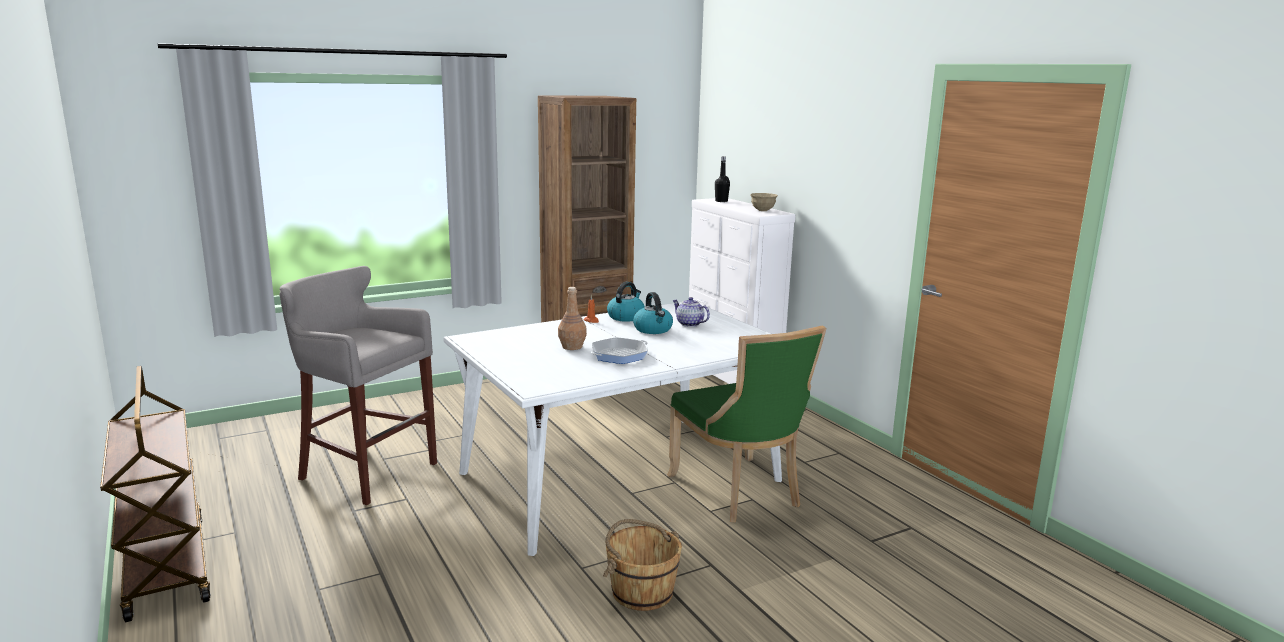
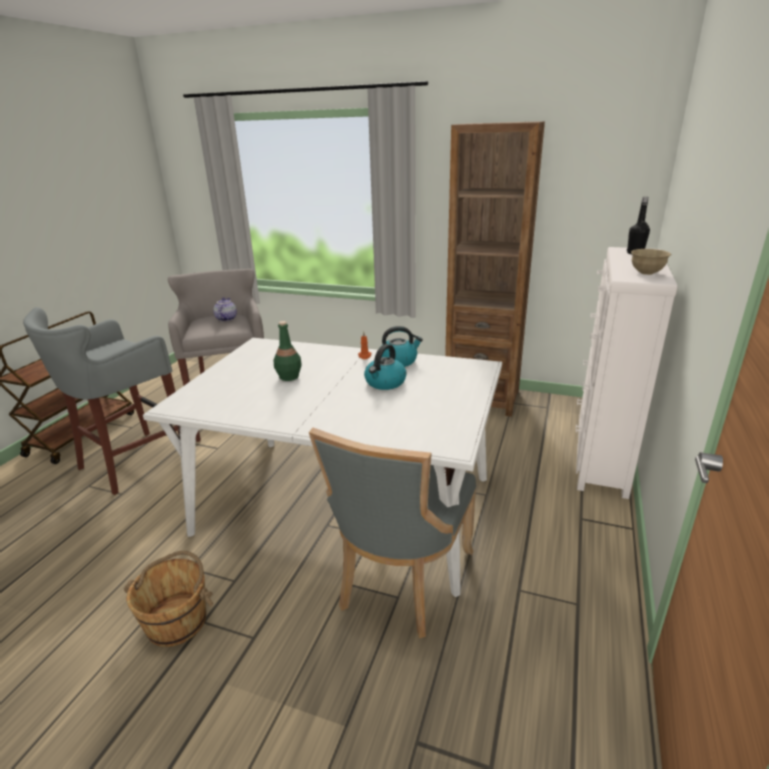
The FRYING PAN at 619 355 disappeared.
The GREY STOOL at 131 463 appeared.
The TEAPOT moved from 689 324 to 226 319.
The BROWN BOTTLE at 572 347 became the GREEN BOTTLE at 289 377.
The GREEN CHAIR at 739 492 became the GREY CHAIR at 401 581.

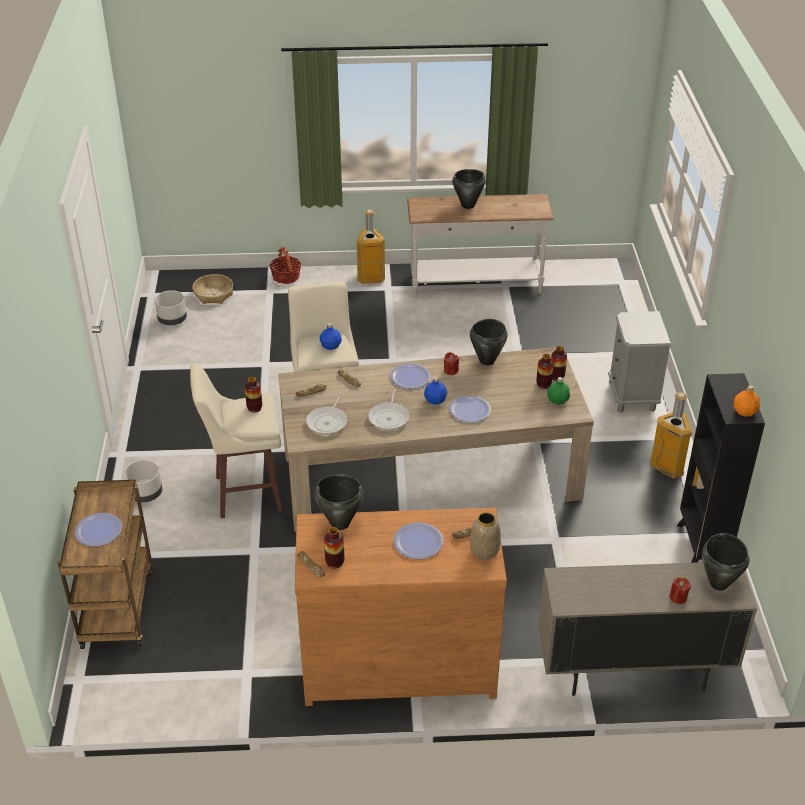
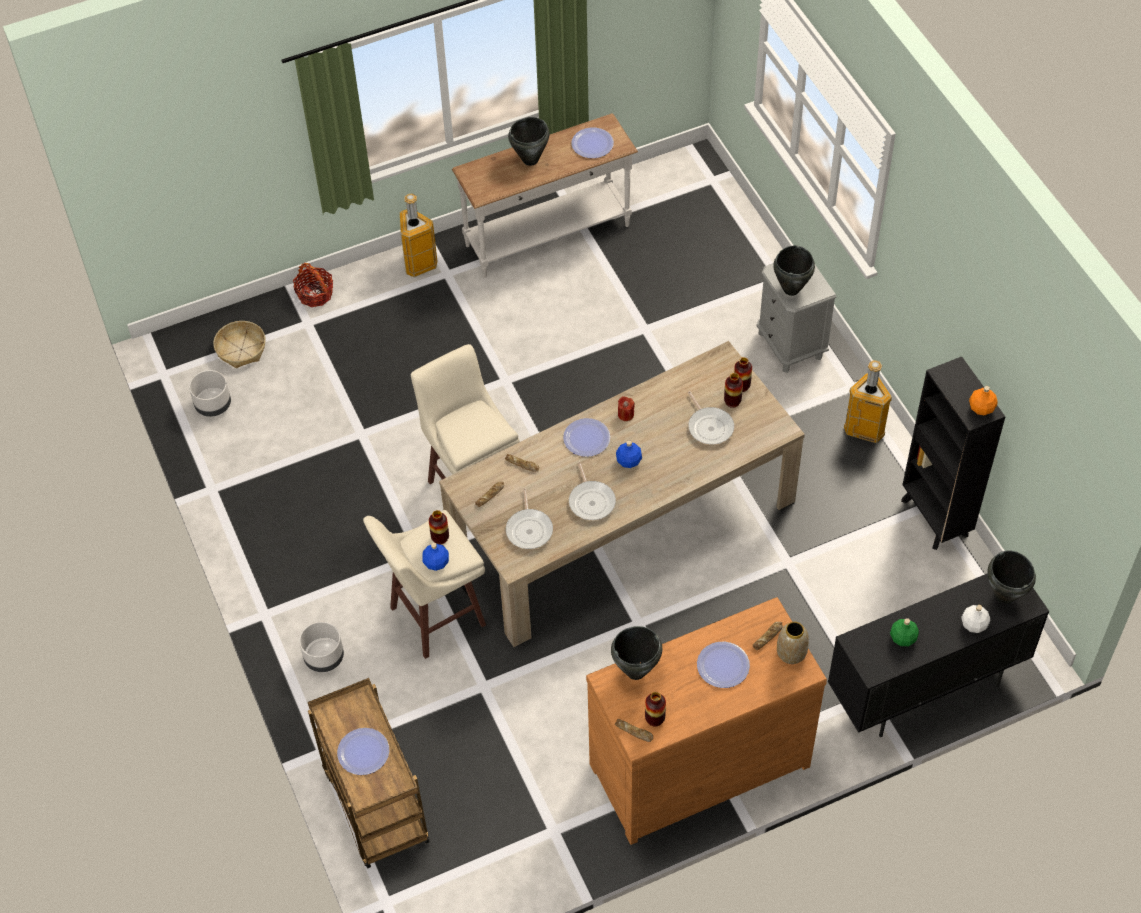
The FRYING PAN at 709 426 appeared.
The BLUE BOTTLE moved from 330 346 to 436 562.
The PLATE moved from 469 410 to 592 144.
The BLACK COOKING POT moved from 486 361 to 791 289.
The GREEN BOTTLE moved from 558 400 to 903 638.
The RED CANDLE at 678 597 was replaced by the WHITE BOTTLE at 974 625.
The BEIGE CABINET at 632 671 became the BLACK CABINET at 925 689.

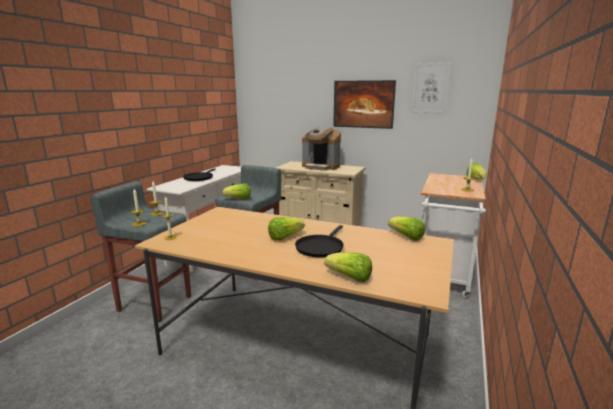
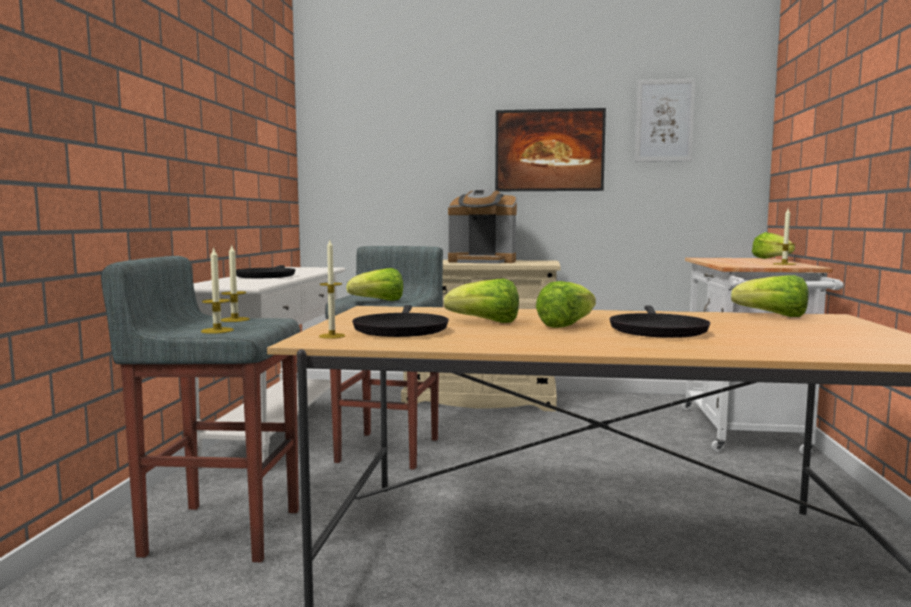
The BLACK FRYING PAN at 400 329 appeared.
The LETTUCE moved from 349 278 to 486 322.

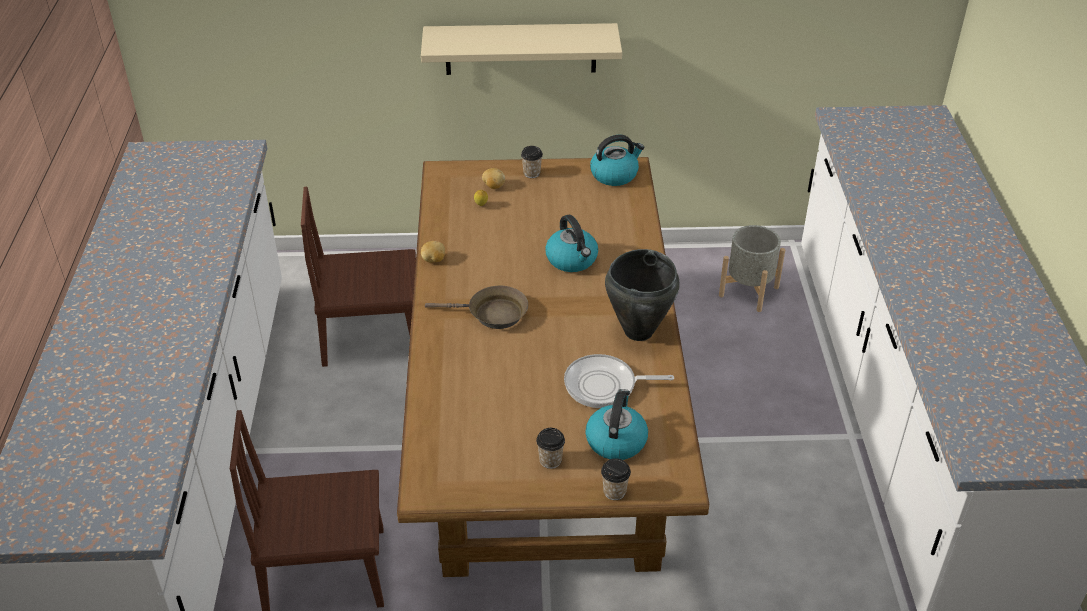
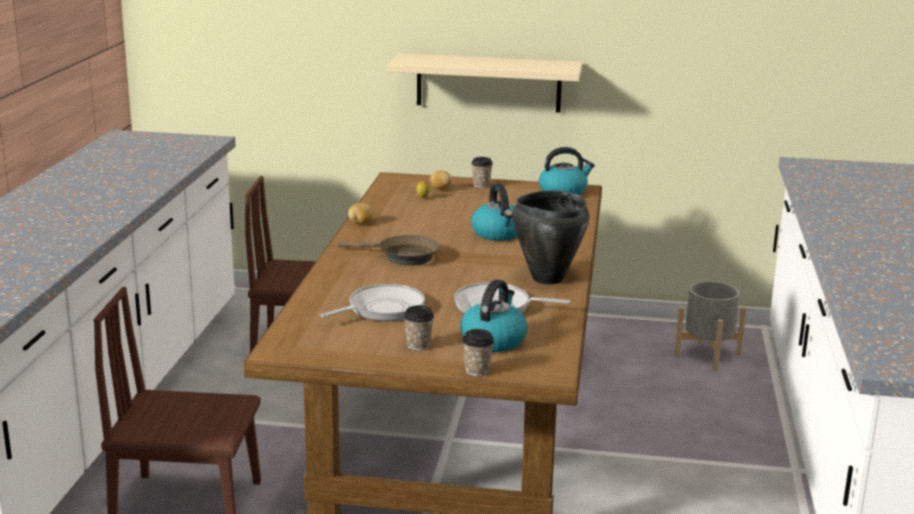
The FRYING PAN at 382 309 appeared.

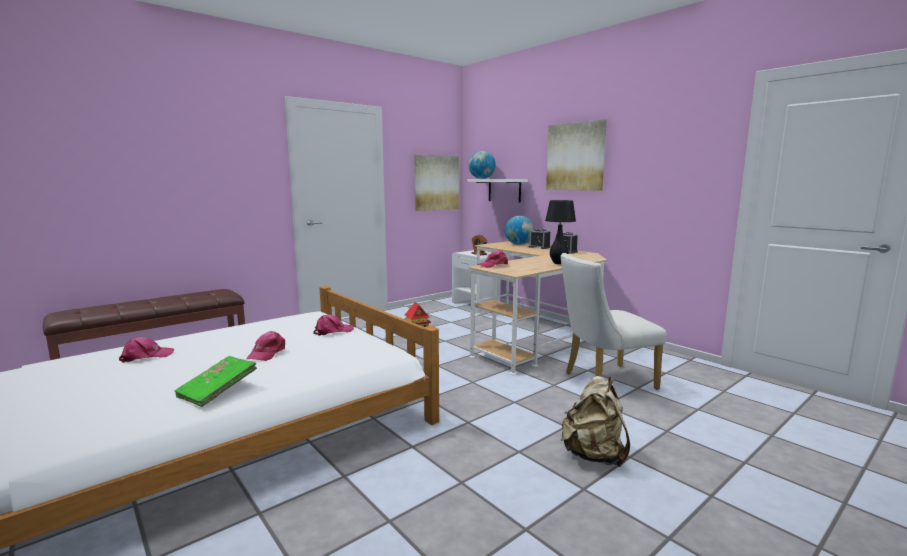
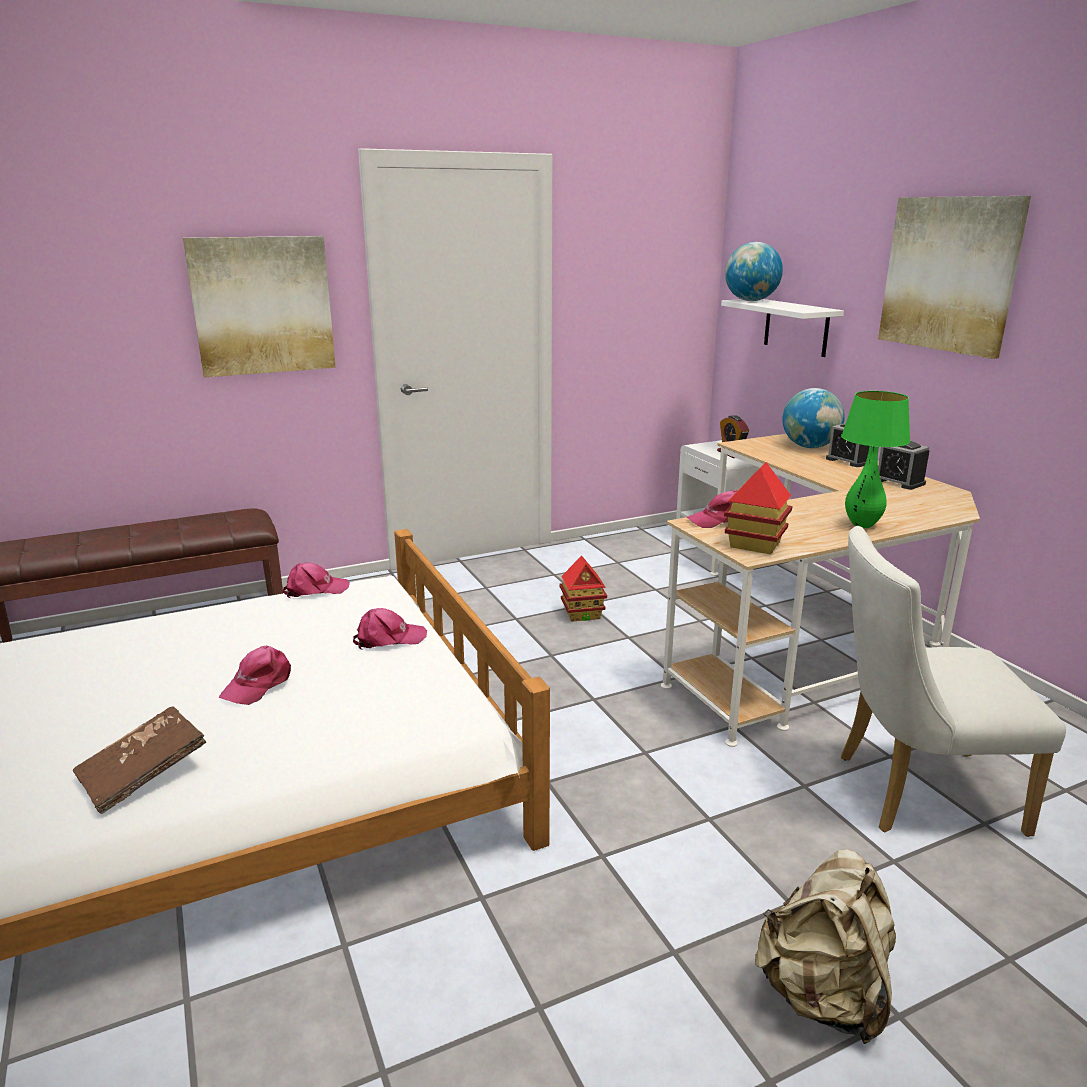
The TOY HOUSE at 754 544 appeared.
The PINK CAP moved from 146 356 to 315 589.
The PICTURE moved from 436 183 to 262 305.
The GREEN BOOK at 217 391 became the BROWN BOOK at 143 774.
The BLACK TABLE LAMP at 558 263 became the GREEN TABLE LAMP at 862 525.

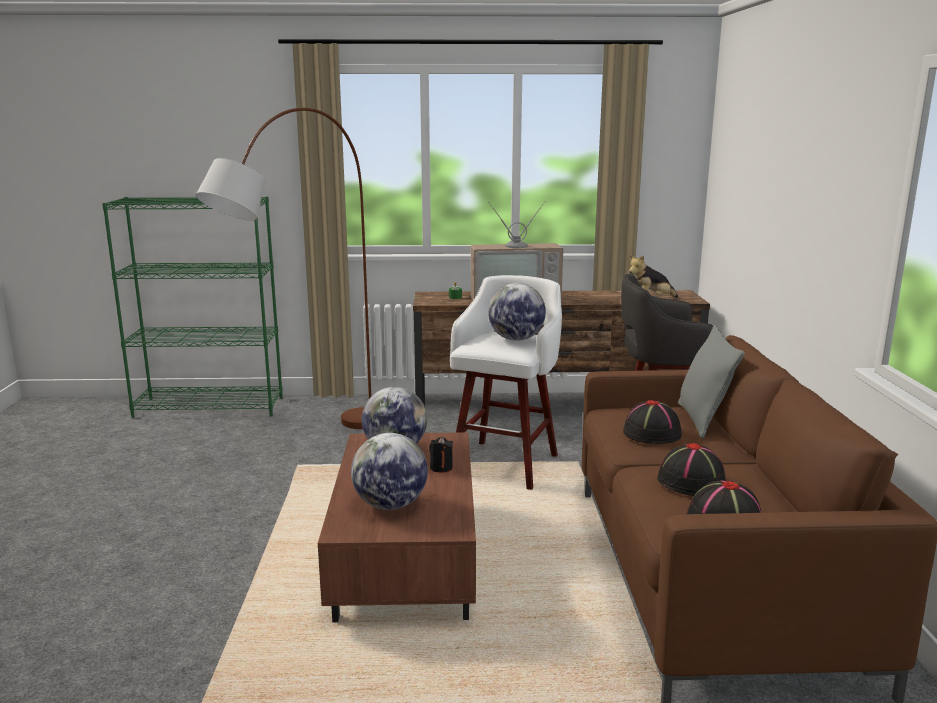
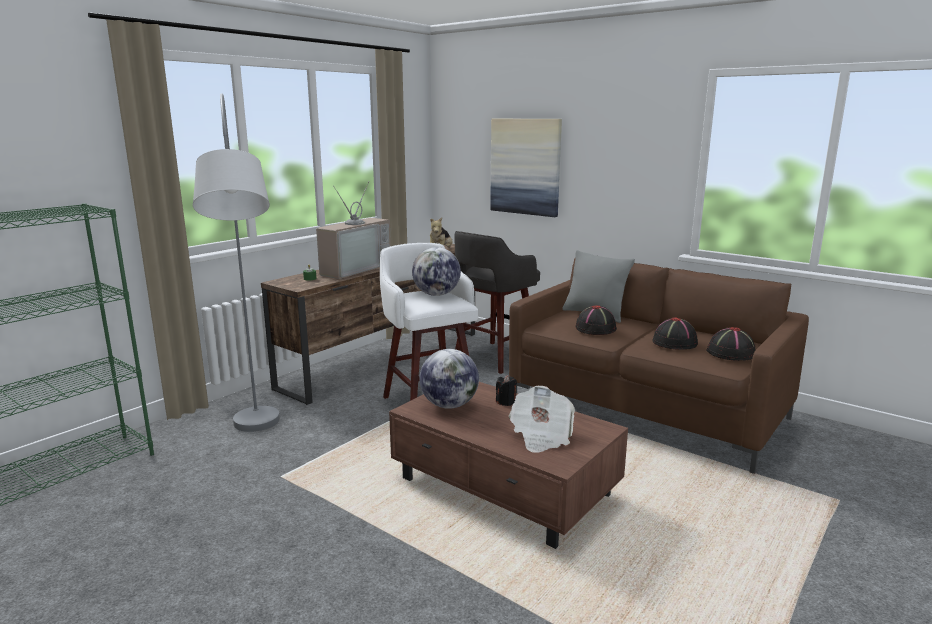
The PICTURE at 525 166 appeared.
The GLOBE at 390 505 was replaced by the NEWSPAPER at 541 436.
The BROWN FLOOR LAMP at 308 449 became the GREY FLOOR LAMP at 260 462.

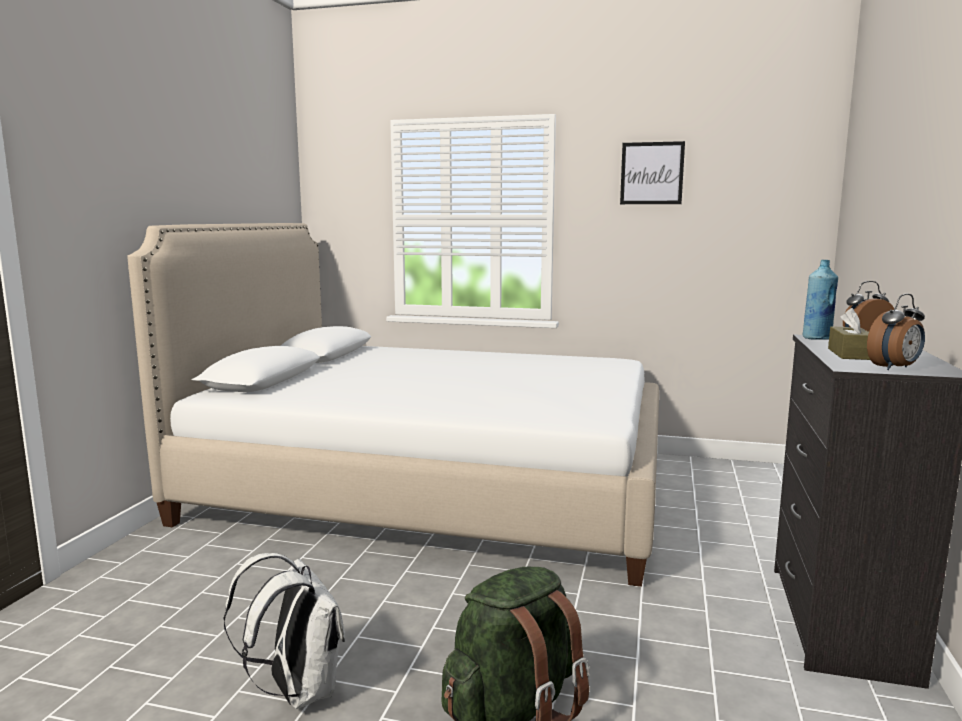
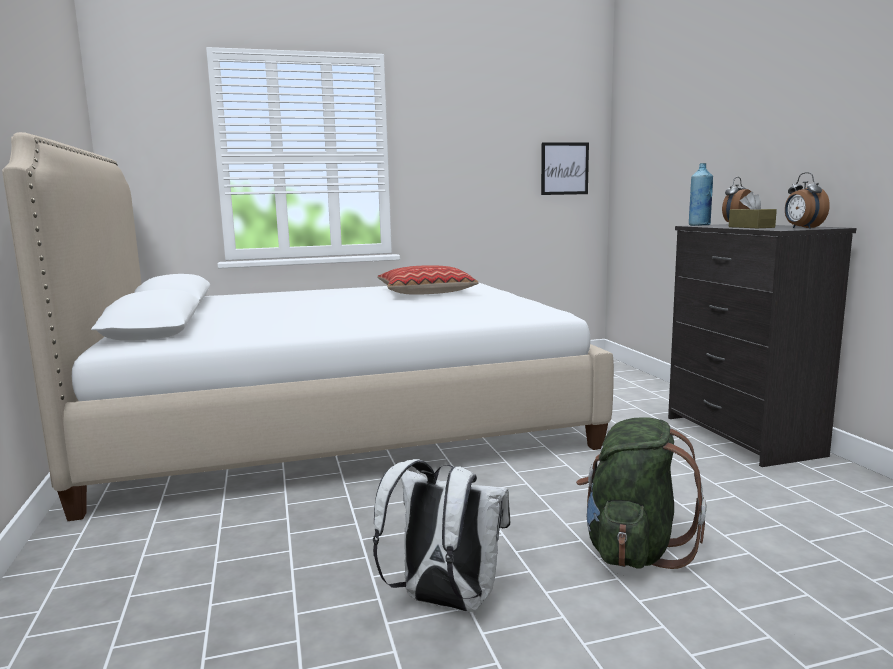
The PILLOW at 425 293 appeared.
The PICTURE moved from 652 173 to 564 168.
The ALARM CLOCK at 895 368 turned 135 degrees clockwise.

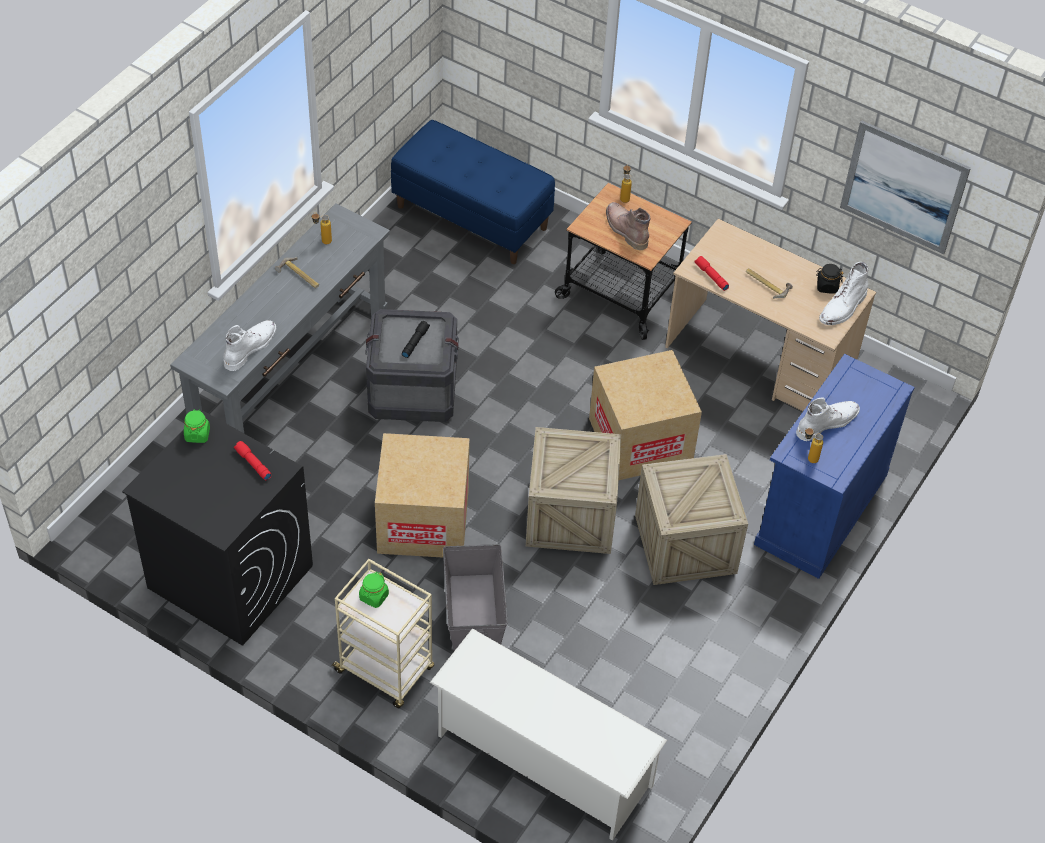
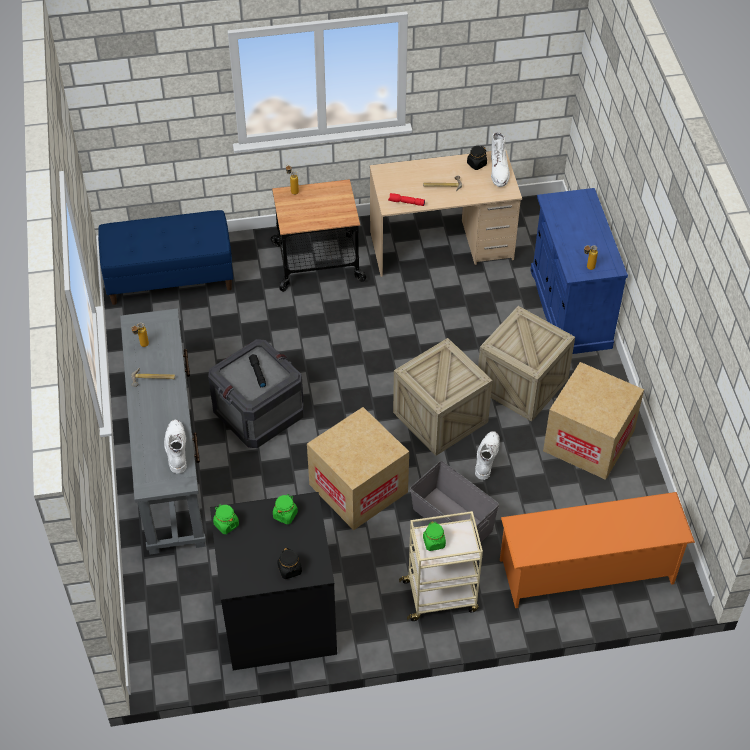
The BROWN BOOT at 625 229 disappeared.
The PICTURE at 903 187 disappeared.
The BLACK JAR at 290 569 appeared.
The CARDBOARD BOX moved from 640 441 to 588 441.
The WHITE BOOT moved from 826 422 to 486 457.
The RED FLASHLIGHT at 252 464 was replaced by the GREEN JAR at 285 515.
The WHITE SHOE RACK at 542 760 became the ORANGE SHOE RACK at 587 572.

